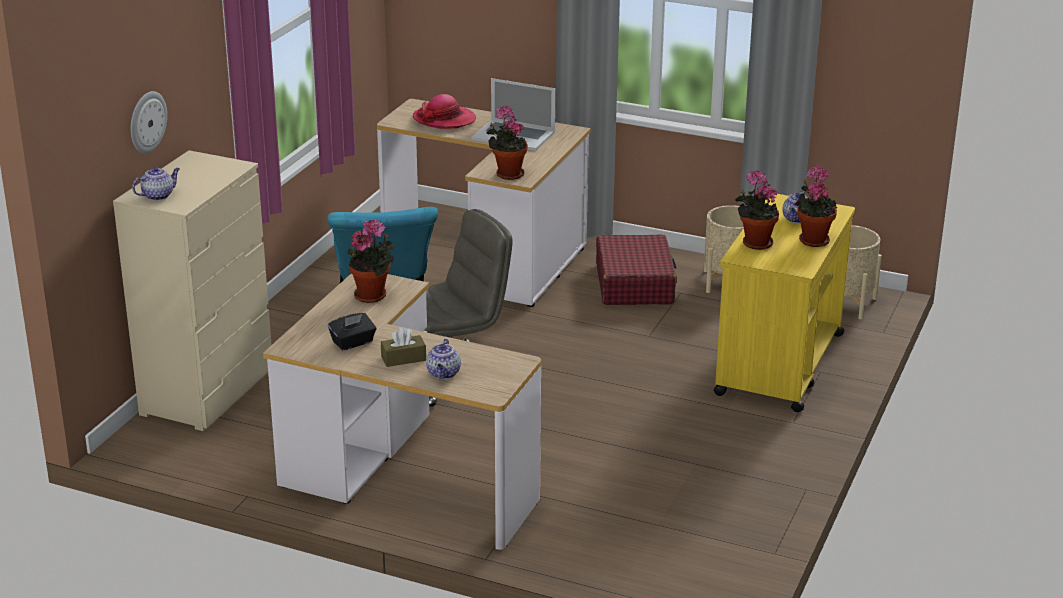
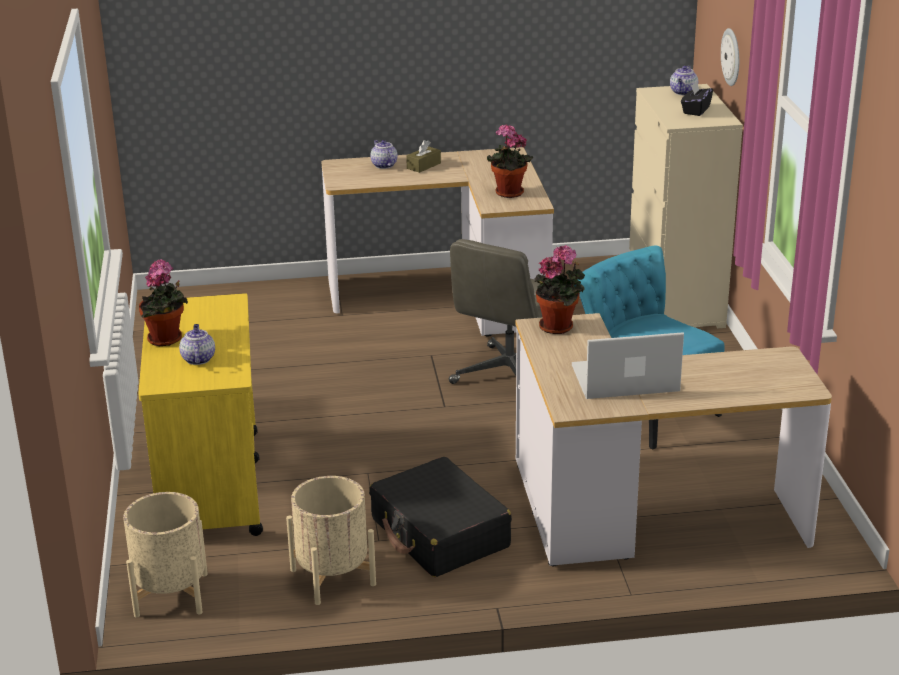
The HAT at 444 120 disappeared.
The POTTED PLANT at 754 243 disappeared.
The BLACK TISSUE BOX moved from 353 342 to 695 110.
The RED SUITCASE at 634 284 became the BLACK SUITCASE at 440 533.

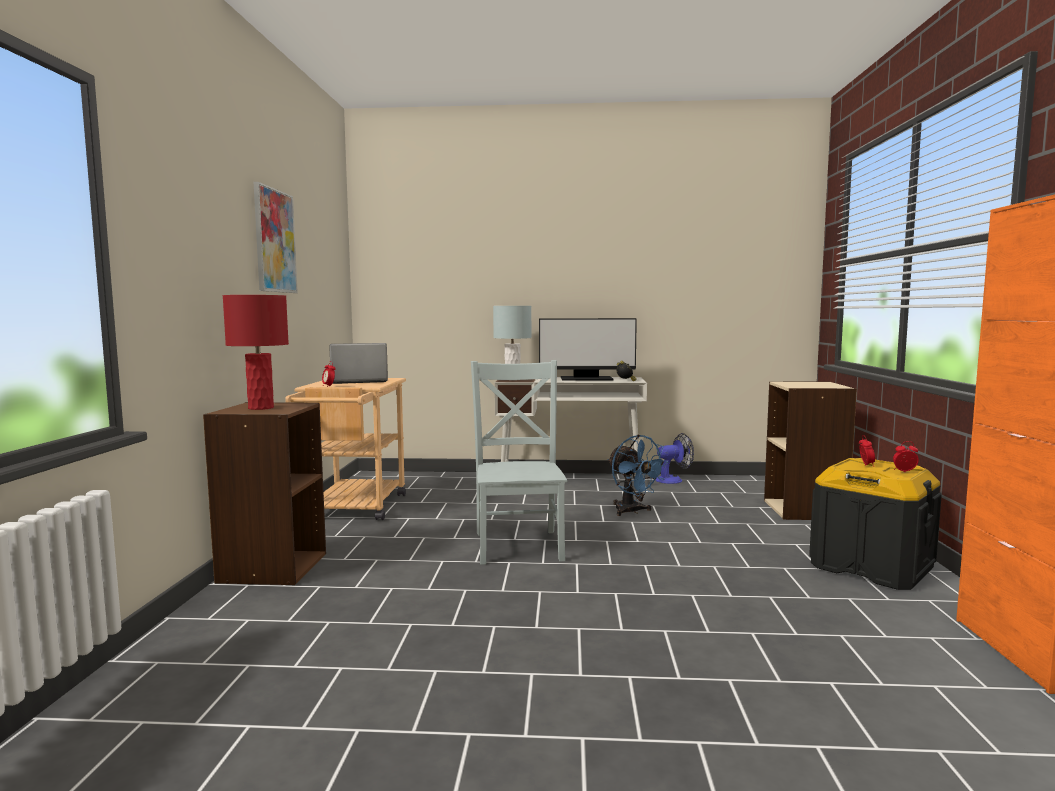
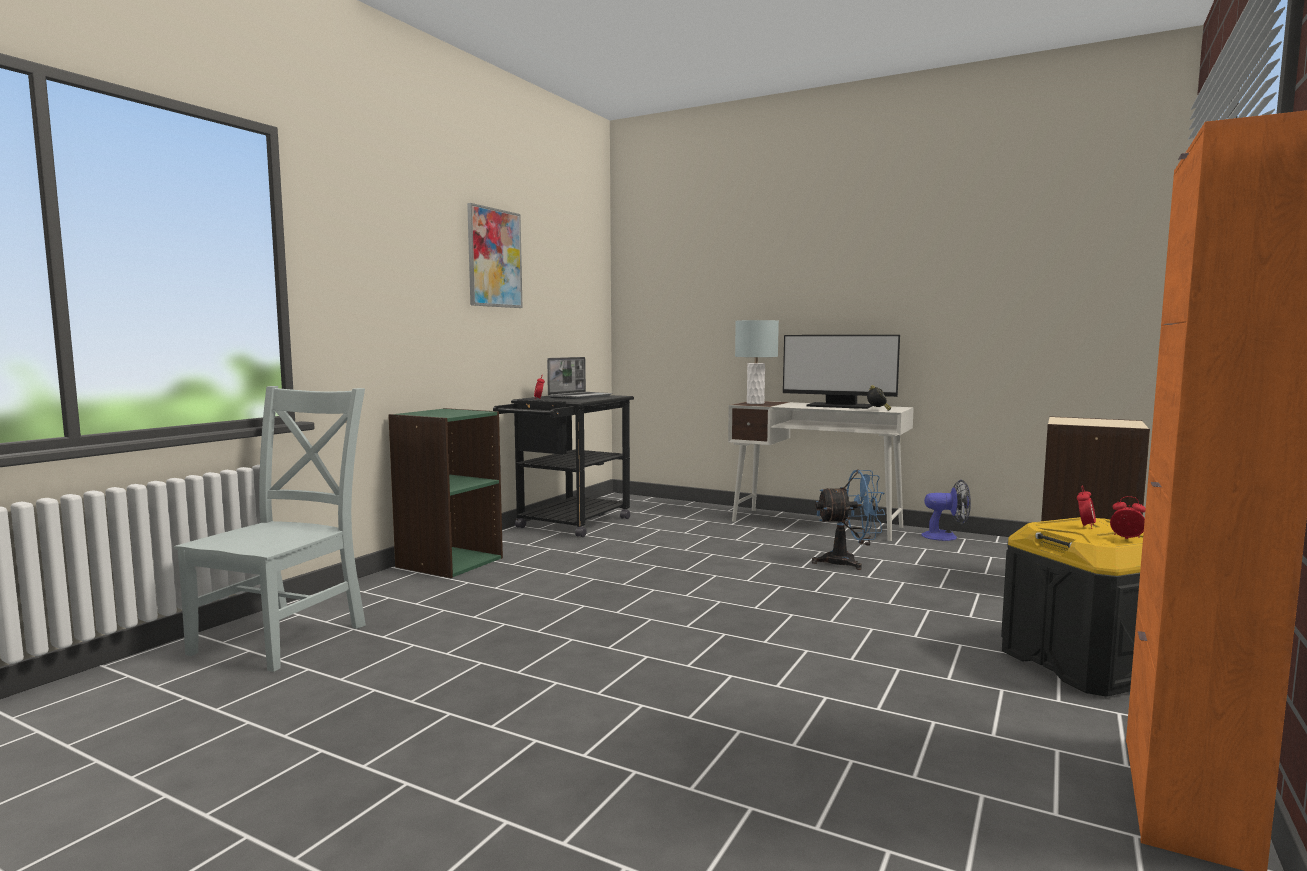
The RED TABLE LAMP at 261 408 disappeared.
The GREY CHAIR moved from 519 544 to 286 637.
The BROWN BOOKCASE at 272 567 became the GREEN BOOKCASE at 449 562.
The BEIGE CART at 354 509 became the BLACK CART at 568 525.
The LAPTOP at 357 381 turned 120 degrees clockwise.
The BLUE FAN at 632 511 turned 90 degrees counterclockwise.

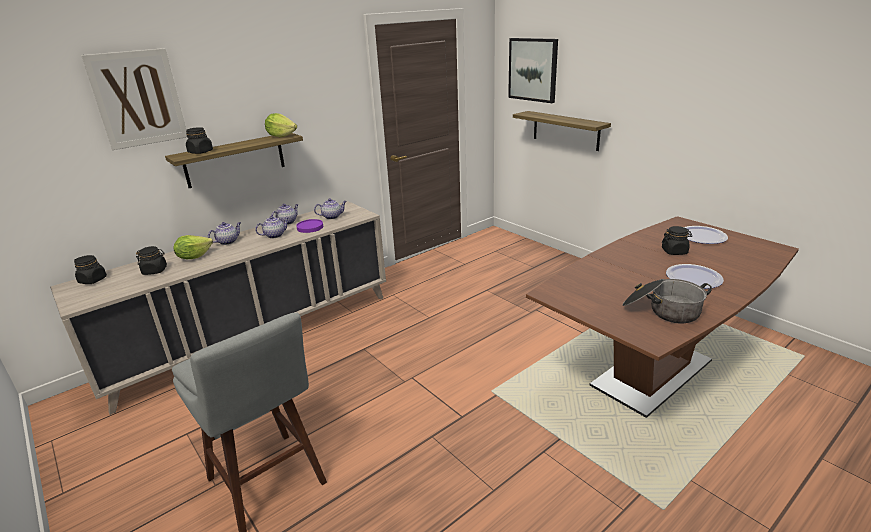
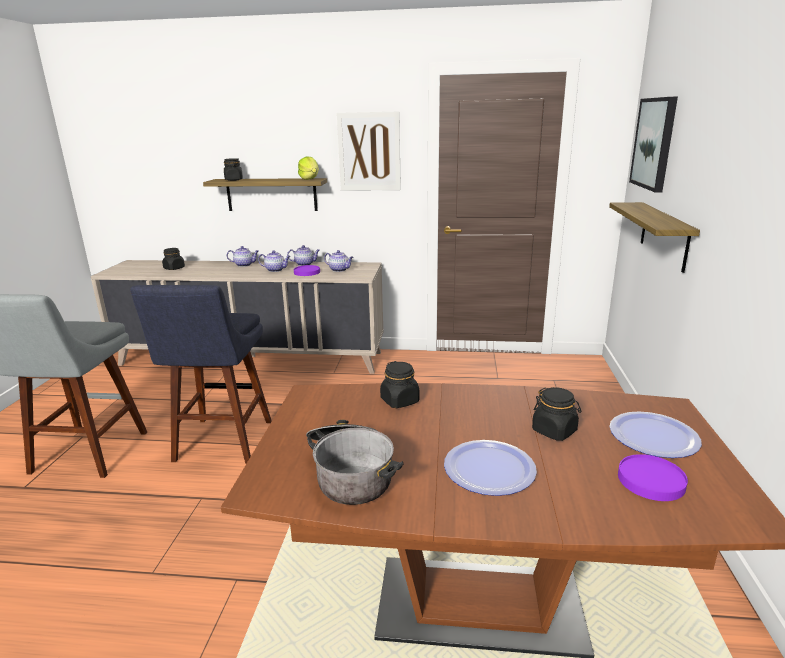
The LETTUCE at 194 257 disappeared.
The BLUE STOOL at 221 444 appeared.
The PURPLE PLATE at 651 480 appeared.
The BLACK JAR moved from 93 280 to 400 401.
The PICTURE moved from 138 99 to 369 152.

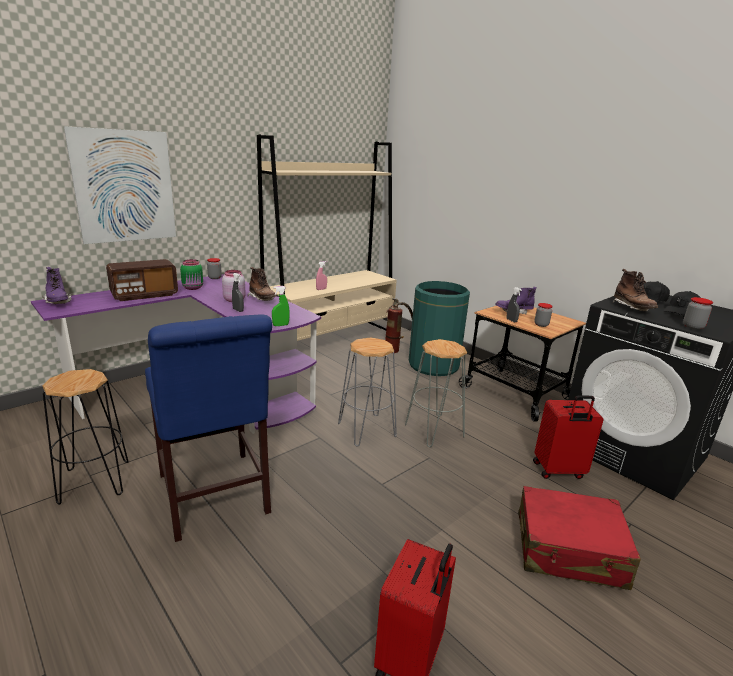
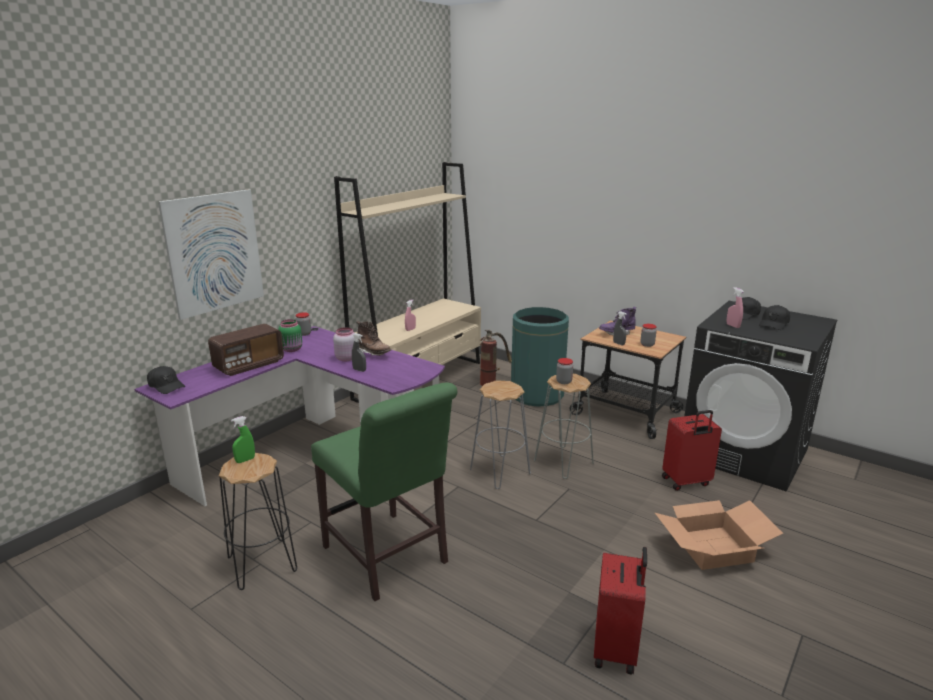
The GREEN SPRAY BOTTLE moved from 280 325 to 245 460.
The JAR moved from 693 327 to 564 381.
The PURPLE BOOT at 58 302 was replaced by the BLACK CAP at 166 386.
The RED SUITCASE at 569 550 was replaced by the CARDBOARD BOX at 713 547.
The BROWN BOOT at 632 308 was replaced by the PINK SPRAY BOTTLE at 733 326.
The BLUE CHAIR at 214 498 became the GREEN CHAIR at 388 558.

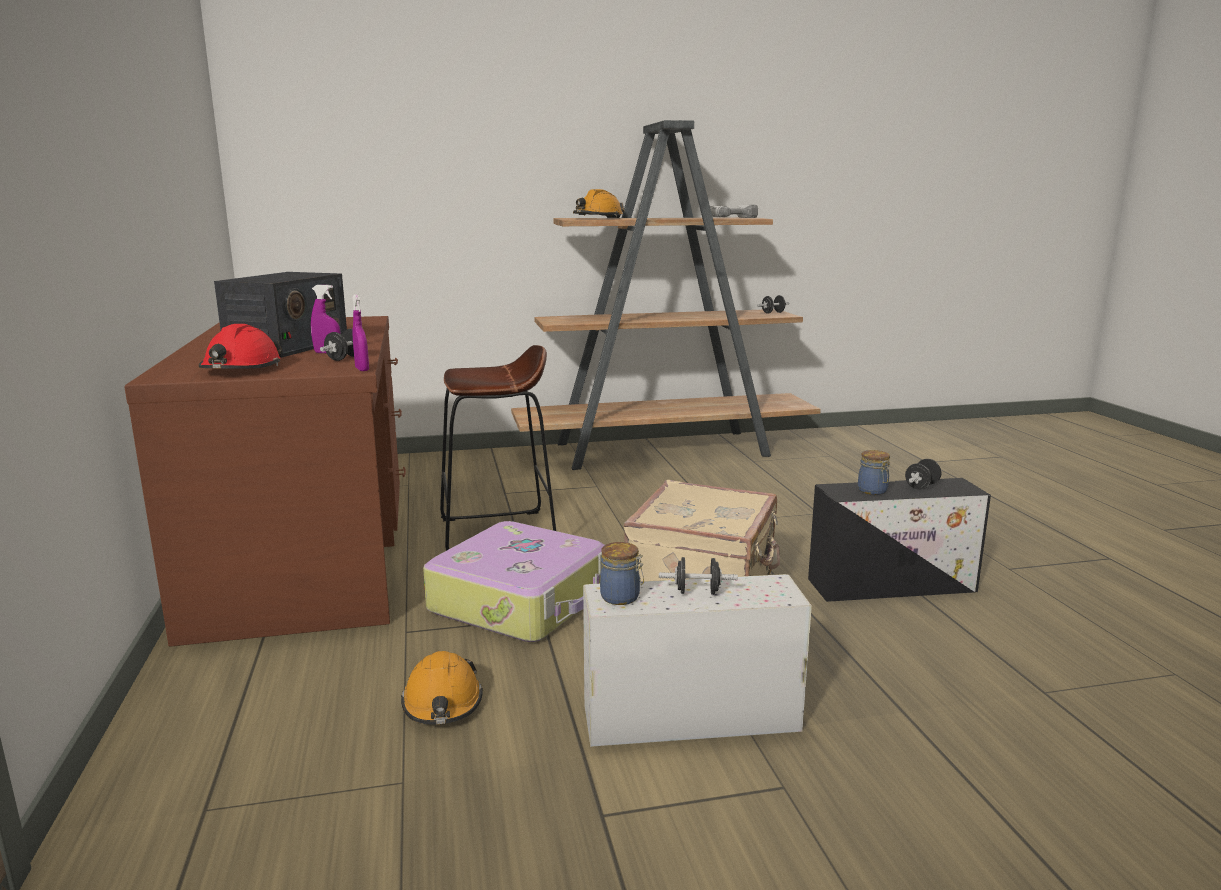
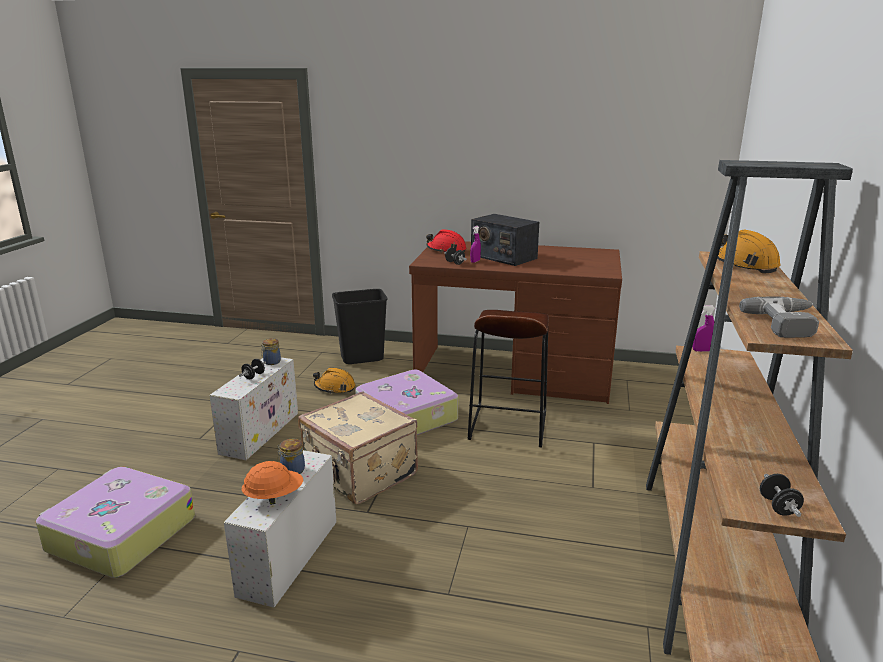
The SUITCASE at 120 534 appeared.
The BLACK TRASH CAN at 362 359 appeared.
The PURPLE SPRAY BOTTLE moved from 362 369 to 701 350.
The BLACK DUMBBELL at 921 486 was replaced by the ORANGE HARD HAT at 274 497.
The BLACK STORAGE BOX at 893 585 became the WHITE STORAGE BOX at 288 558.

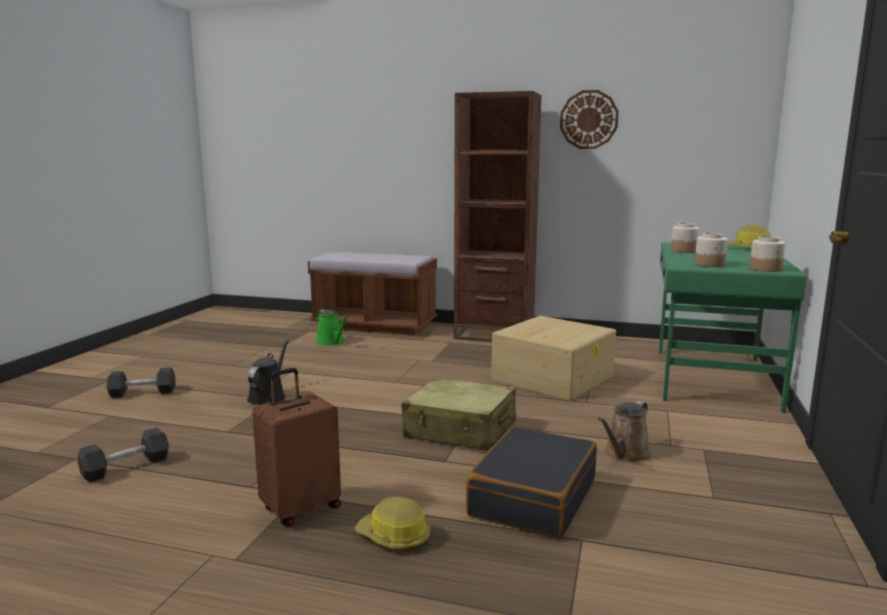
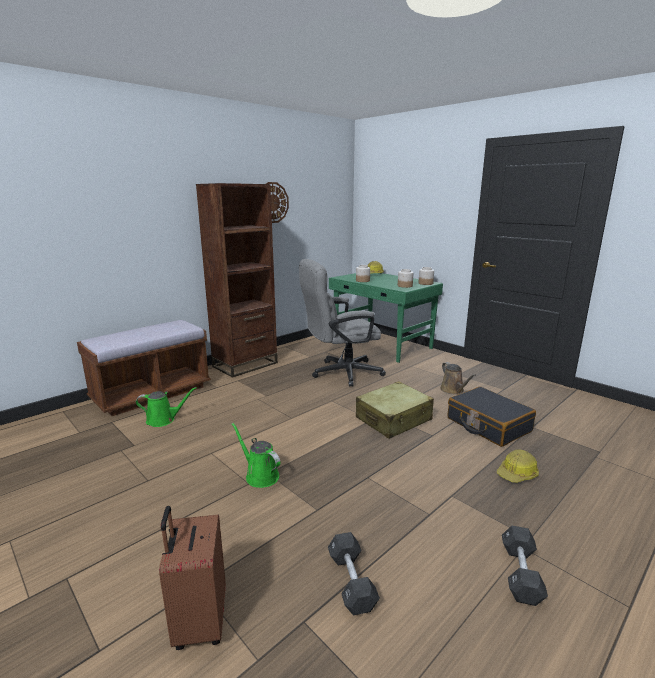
The BLACK DUMBBELL moved from 142 393 to 520 574.
The BROWN SUITCASE moved from 300 508 to 199 622.
The BEIGE STORAGE BOX at 553 377 was replaced by the GREY OFFICE CHAIR at 340 373.
The BLACK WATERING CAN at 268 397 became the GREEN WATERING CAN at 260 475.

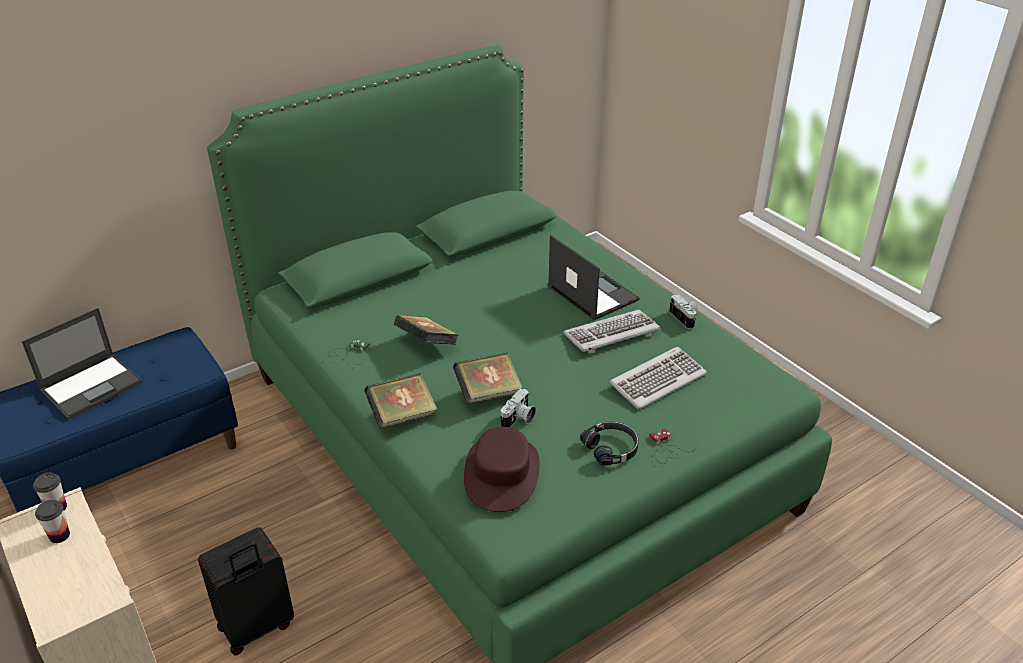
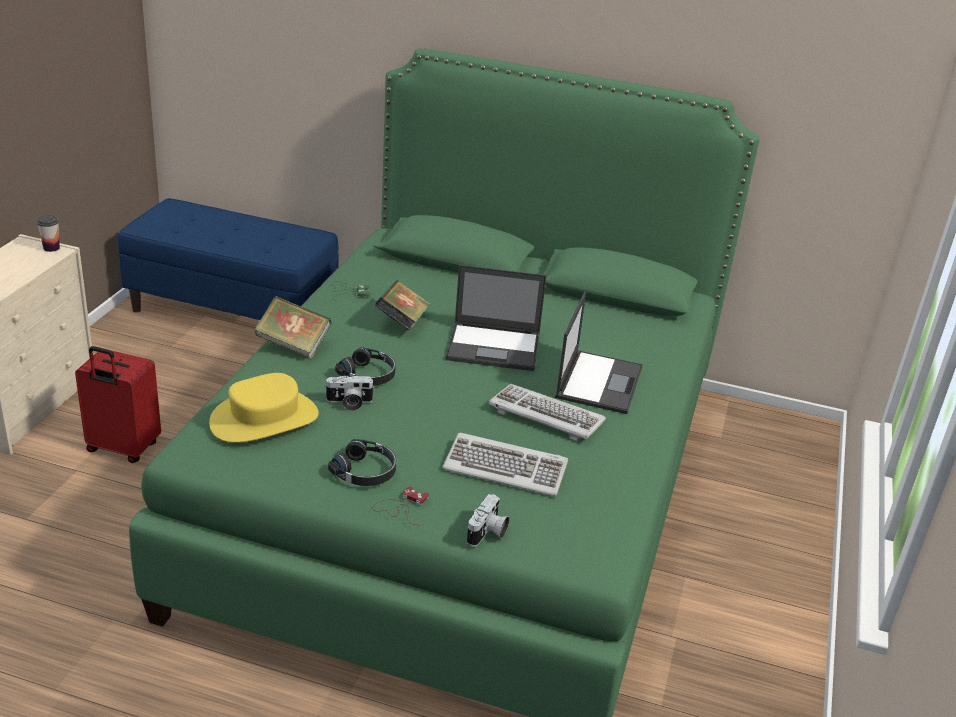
The CUP at 59 535 disappeared.
The LAPTOP moved from 92 386 to 494 347.
The PHOTO CAMERA moved from 685 318 to 488 533.
The BOOK at 488 393 was replaced by the BLACK HEADPHONES at 368 375.
The BLACK SUITCASE at 257 628 became the RED SUITCASE at 122 449.
The BROWN HAT at 502 474 became the YELLOW HAT at 264 419.

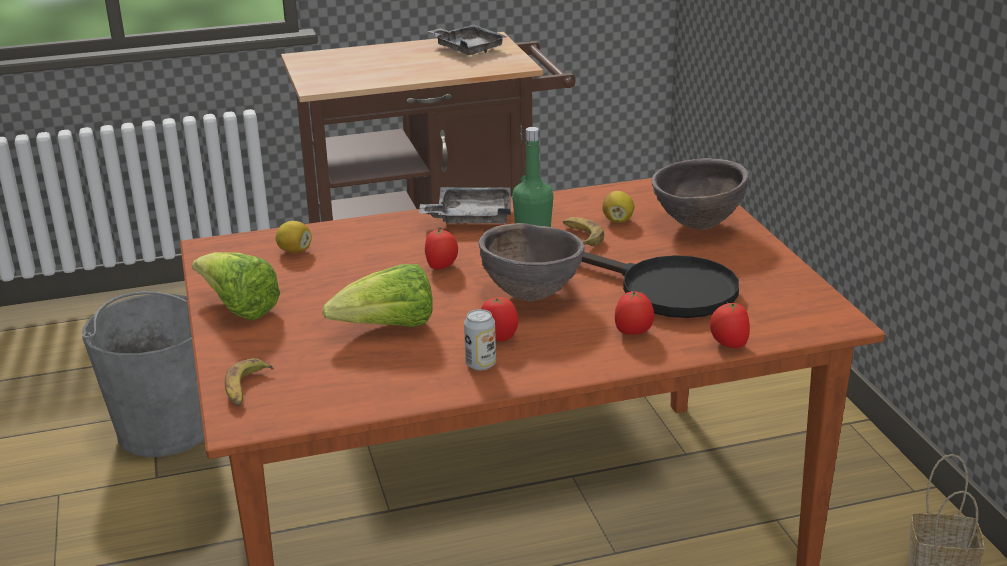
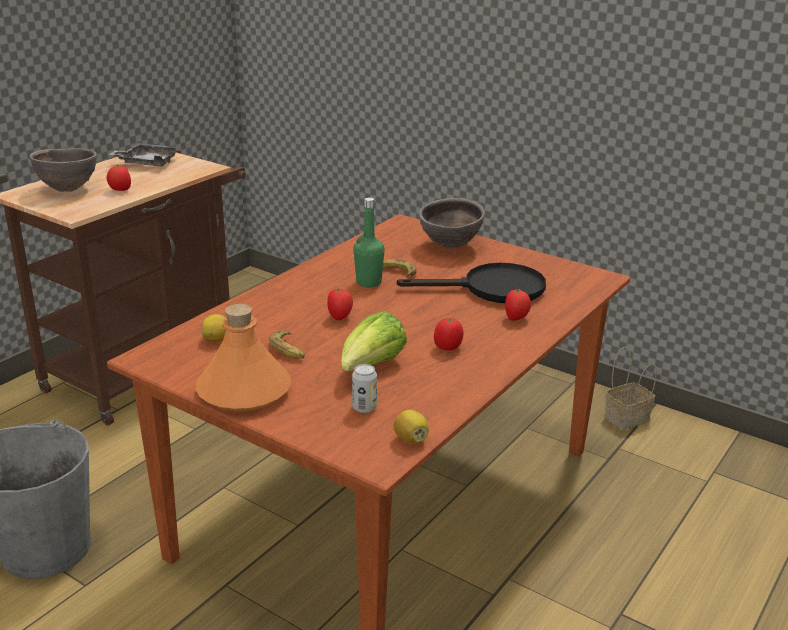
The GREY TRAY at 470 217 disappeared.
The BANANA moved from 246 389 to 288 350.
The CAN moved from 480 364 to 364 408.
The BROWN BOWL moved from 531 296 to 68 189.
The LEMON moved from 618 220 to 411 439.
The TOMATO moved from 728 345 to 120 190.
The LETTUCE at 238 308 was replaced by the ORANGE BOTTLE at 244 391.

